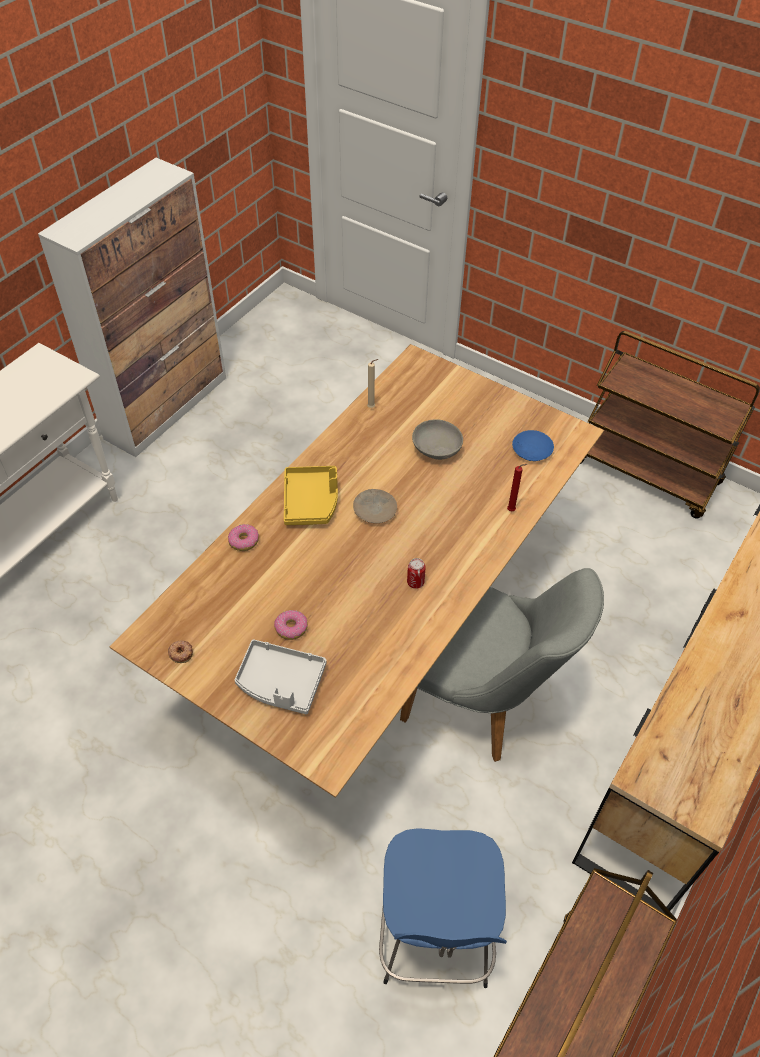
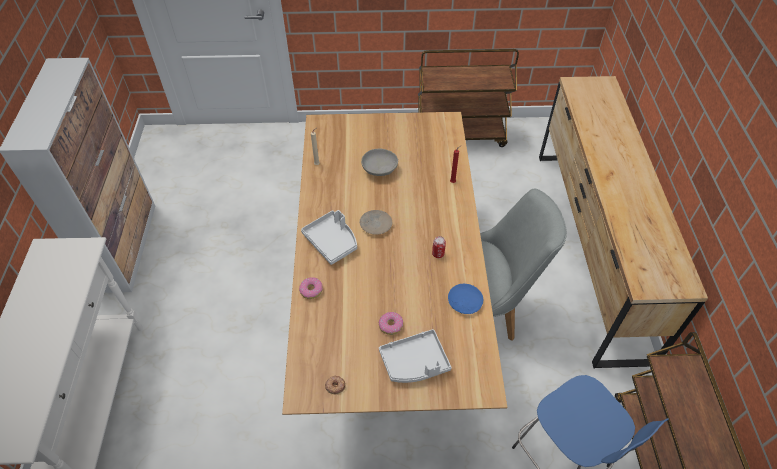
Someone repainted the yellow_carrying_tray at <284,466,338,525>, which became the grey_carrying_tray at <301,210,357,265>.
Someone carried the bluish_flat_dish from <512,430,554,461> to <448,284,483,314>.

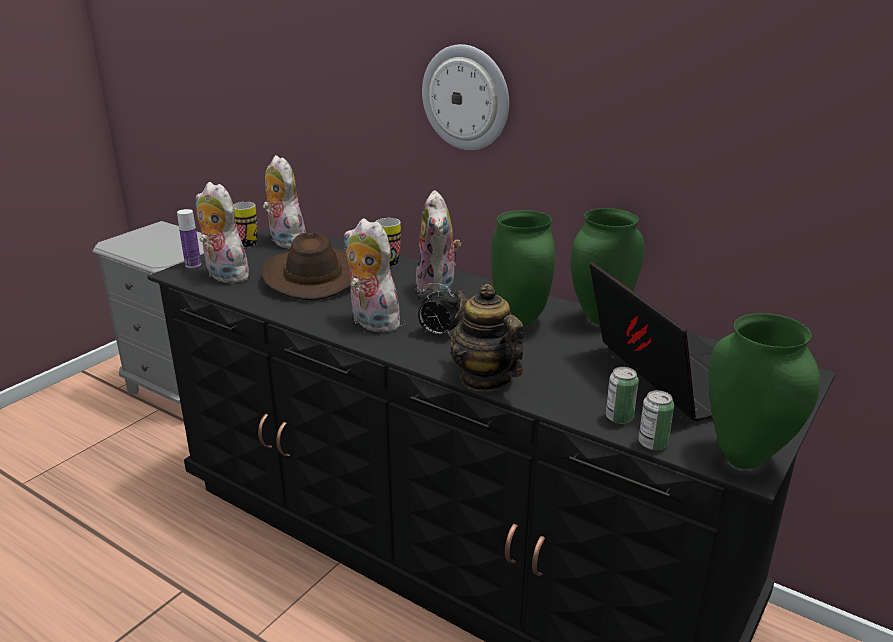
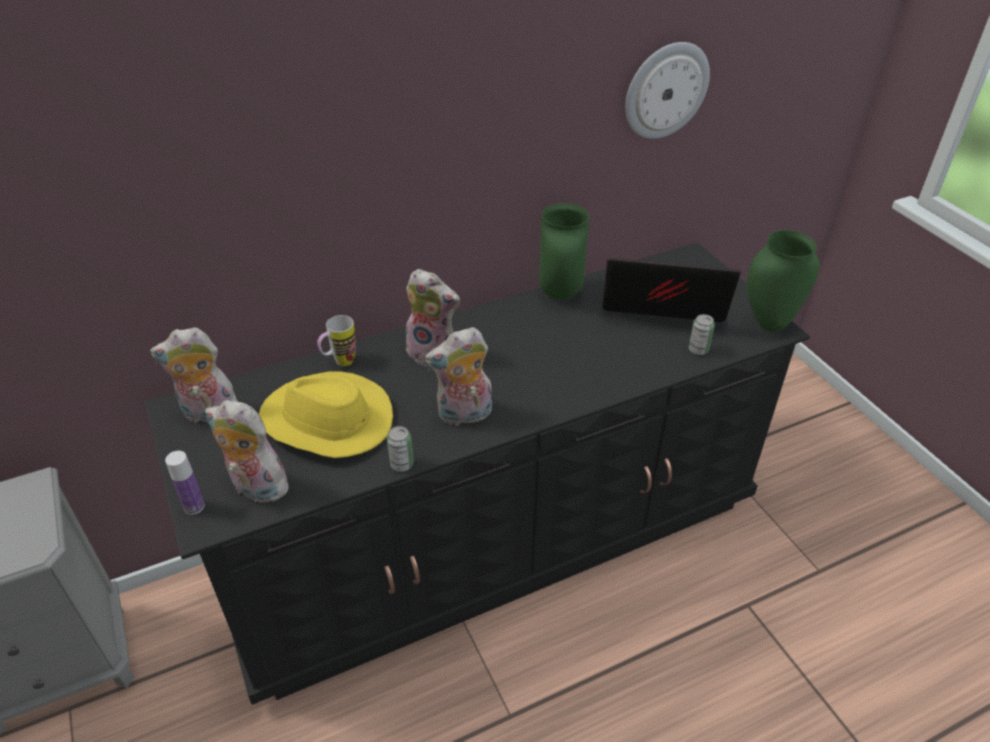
Someone rotated the plush_toy at <196,182,249,283> by 45 degrees clockwise.
Someone repainted the brownish_hat at <262,232,351,301>, which became the yellow_hat at <259,371,393,458>.
Someone carried the sealed_can from <639,390,674,450> to <387,426,414,472>.
Someone carried the wall_clock from <422,44,509,150> to <625,42,710,139>.
Someone took away the tea_mug at <233,202,257,248>.
Someone took away the table_clock at <418,283,459,337>.
Someone took away the tea_pot at <450,284,524,391>.
Someone took away the green-coloured_decorative_vase at <491,210,555,327>.

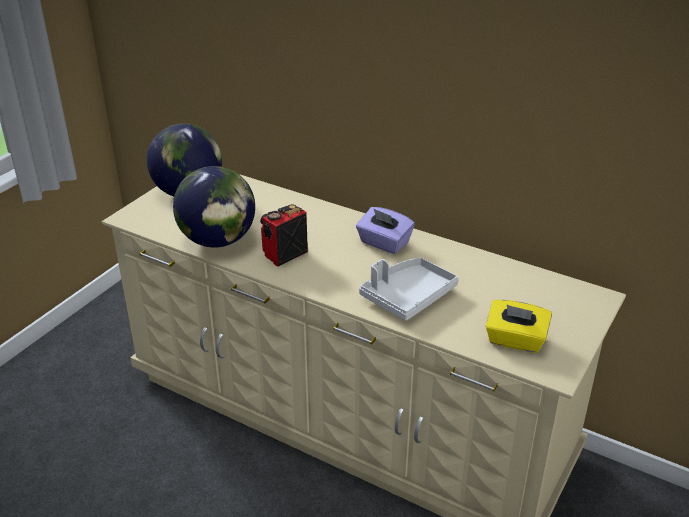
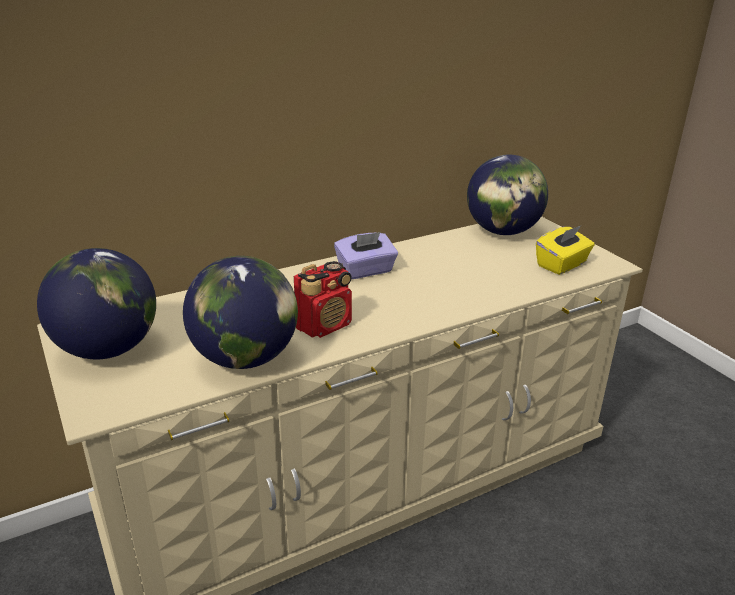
Someone rotated the radio_receiver at <260,204,308,267> by 120 degrees counterclockwise.
Someone put down the world_globe at <467,155,548,235>.
Someone took away the grey_carrying_tray at <359,257,459,321>.

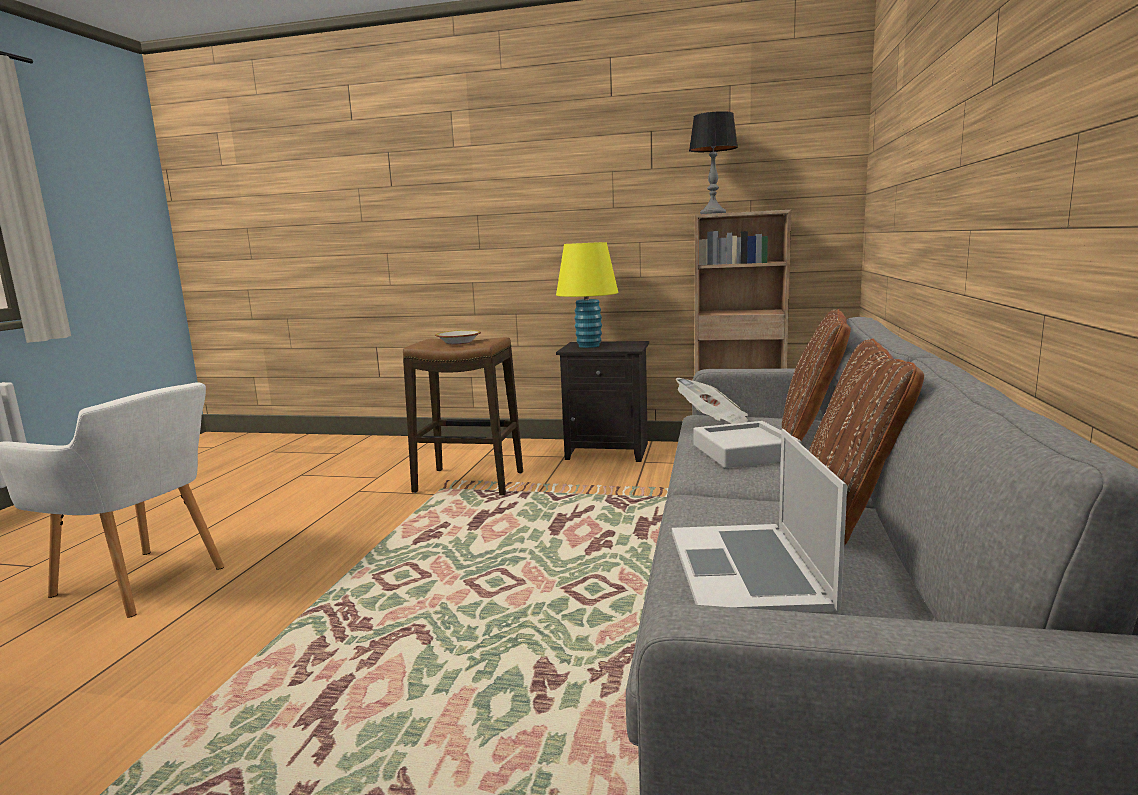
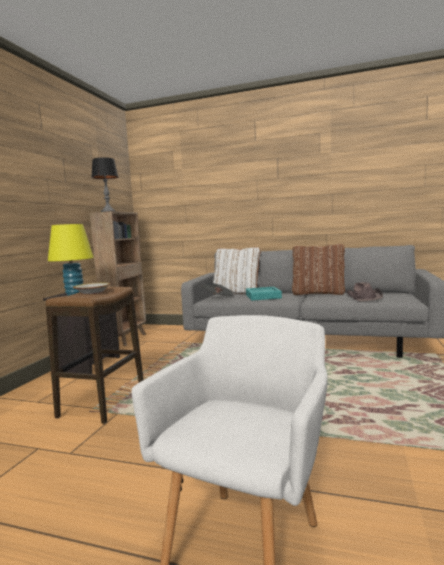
Someone repainted the brownish_pillow at <782,309,851,442>, which became the white_pillow at <213,247,261,294>.
Someone repainted the grey_carrying_tray at <693,421,801,468>, which became the blue-green_carrying_tray at <246,287,282,301>.
Someone swapped the laptop at <672,429,847,612> for the brownish_hat at <346,282,383,301>.

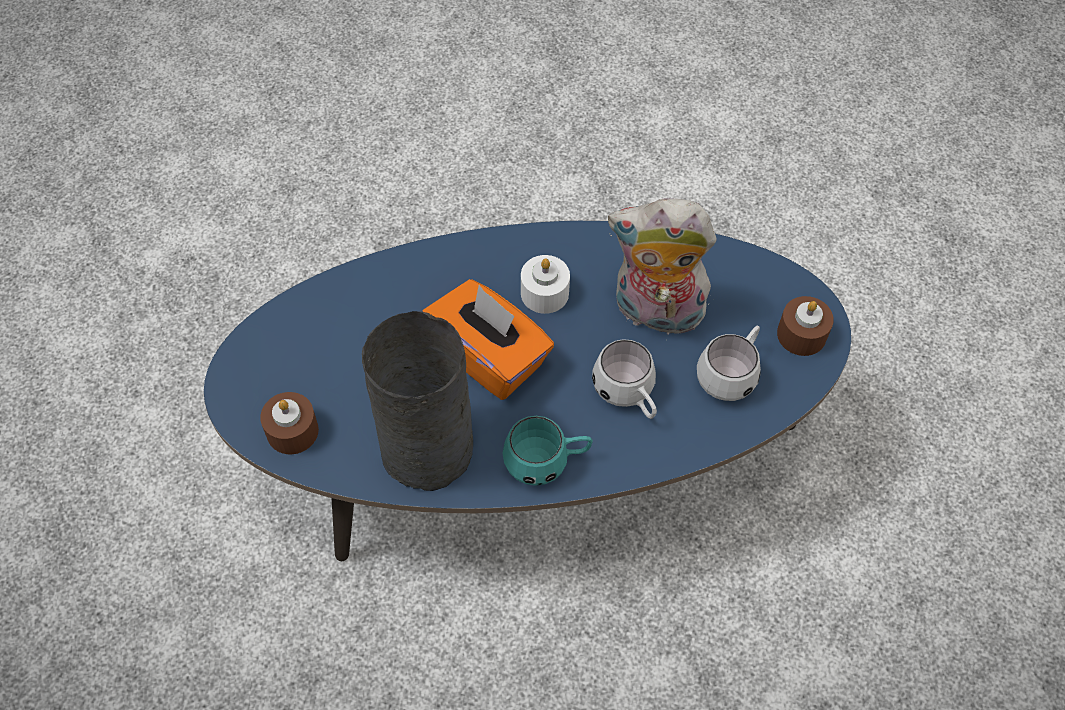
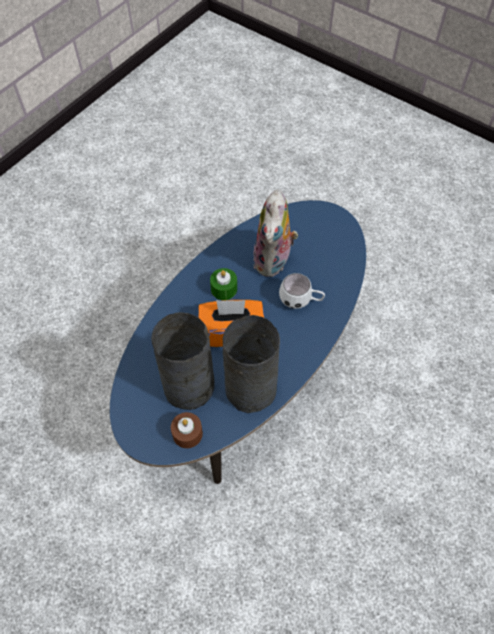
Someone put down the grey_decorative_vase at <151,312,215,410>.
Someone repainted the white_wax_candle at <521,255,570,314>, which became the green-coloured_wax_candle at <210,268,237,300>.
Someone rotated the plush_toy at <608,198,716,335> by 45 degrees counterclockwise.
Someone took away the blue-green_tea_mug at <503,416,593,486>.
Someone took away the white_tea_mug at <697,326,761,401>.
Someone took away the brownish_wax_candle at <777,296,834,356>.

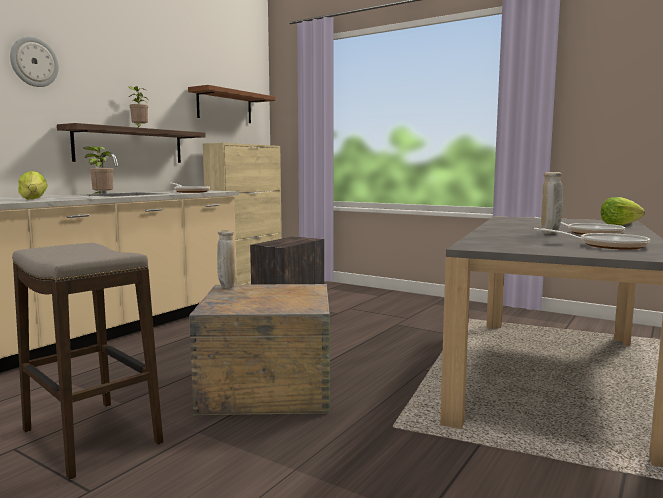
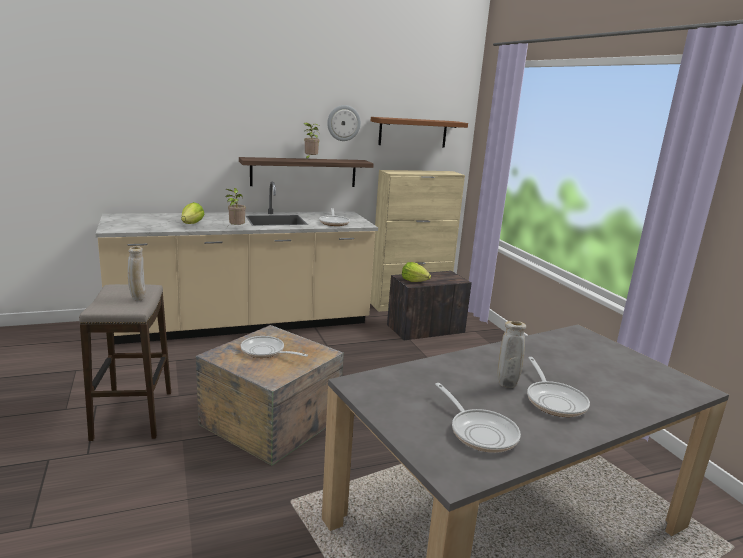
Someone carried the beige-coloured_decorative_vase from <217,230,236,288> to <128,246,145,301>.
Someone put down the frying_pan at <241,336,308,358>.
Someone carried the wall_clock from <10,36,59,87> to <327,105,361,141>.
Someone carried the lettuce_head from <600,197,645,225> to <402,262,431,282>.

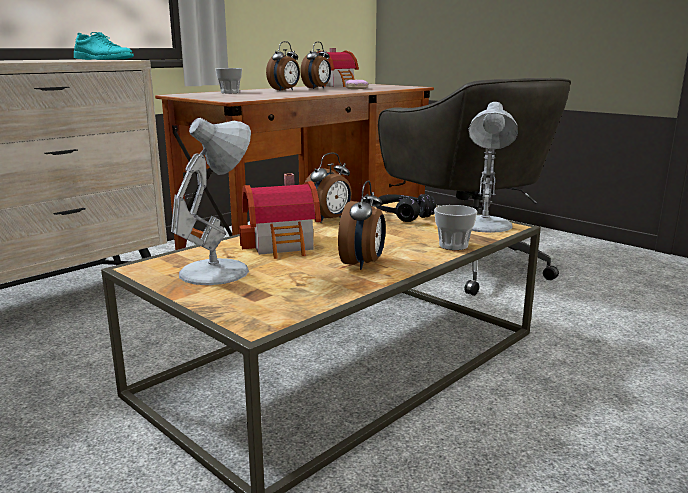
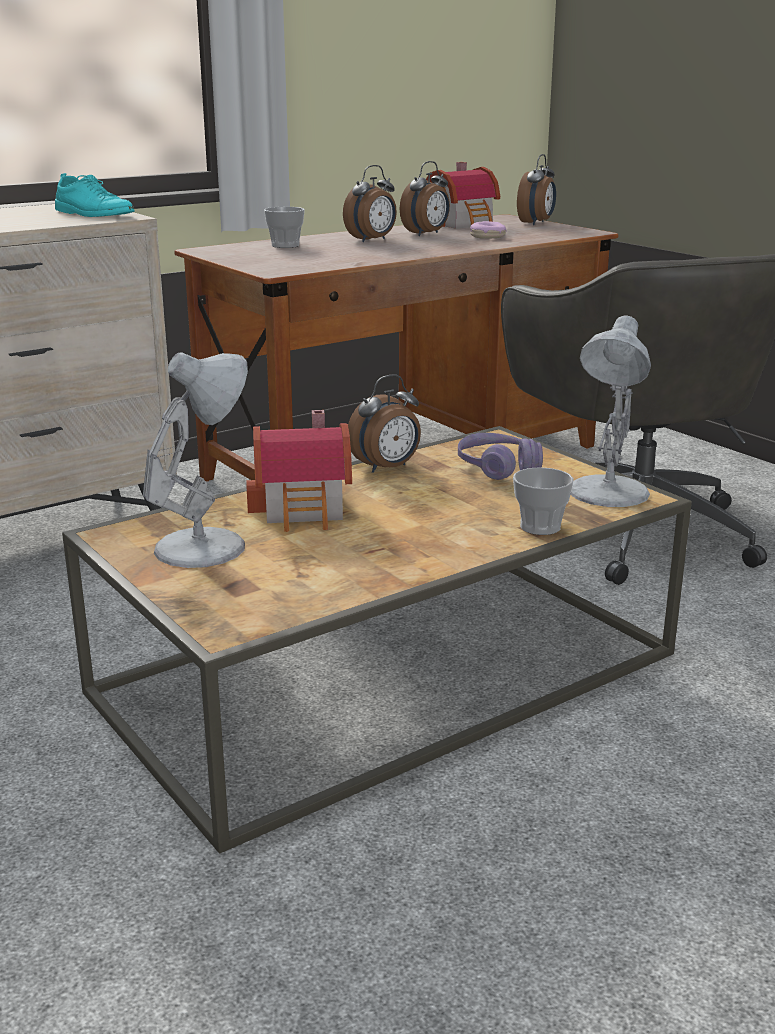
Someone repainted the blackish_headset at <376,194,436,222>, which became the purple-coloured_headset at <458,433,543,480>.
Someone carried the table_clock from <338,181,386,270> to <517,154,556,225>.

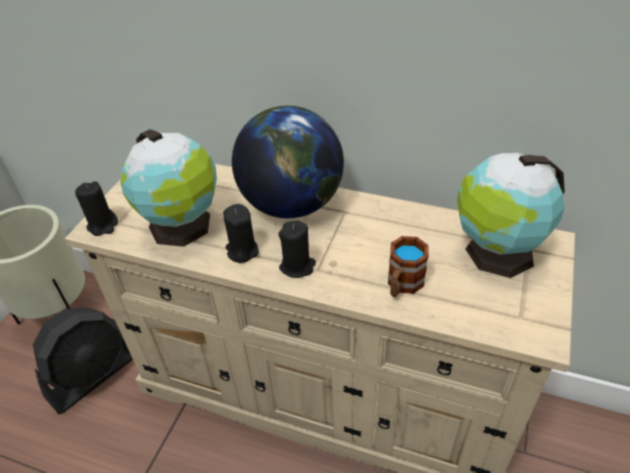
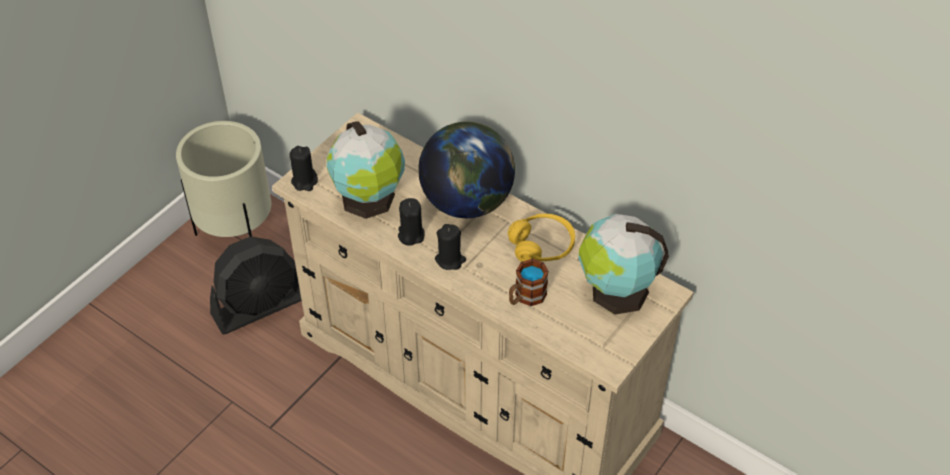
Someone put down the yellow_headset at <508,214,575,262>.

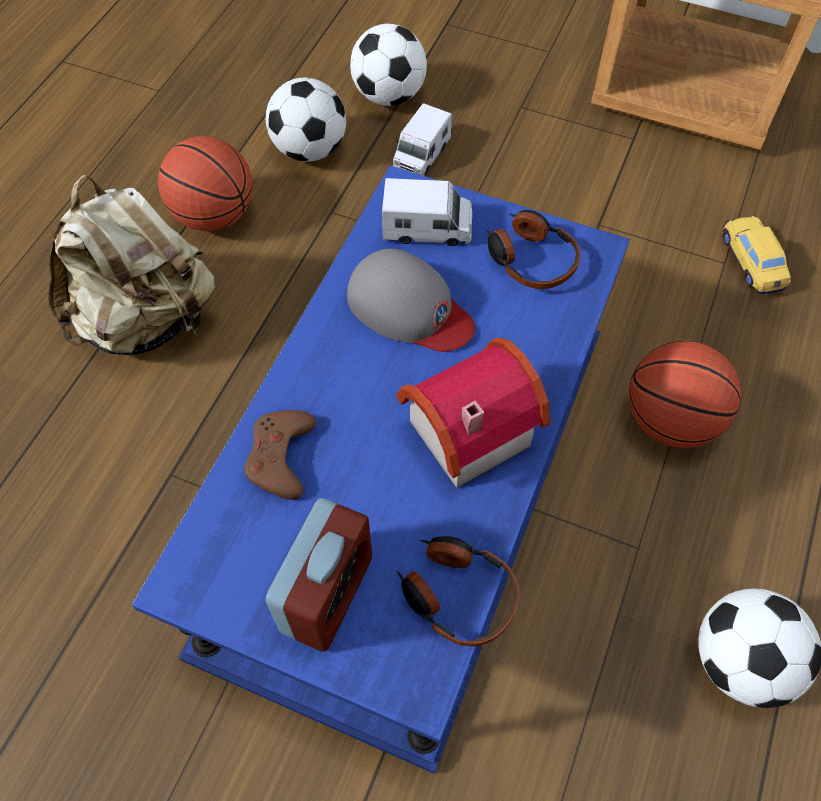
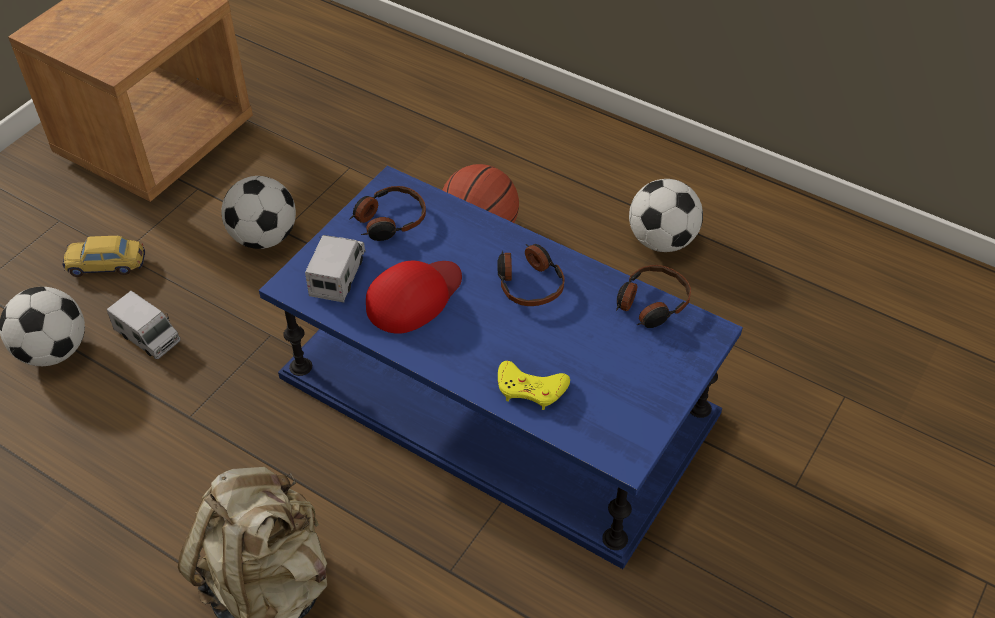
Someone carried the model_car from <722,215,791,294> to <62,236,145,277>.
Someone carried the football_ball from <266,78,346,162> to <221,176,296,249>.
Someone repainted the grey_peaked_cap at <347,249,475,352>, which became the reddish_peaked_cap at <366,261,462,334>.
Someone swapped the miniature_house at <396,337,550,488> for the headset at <497,244,565,306>.
Someone repainted the brownish_game_controller at <244,410,316,500>, which became the yellow_game_controller at <498,361,570,410>.
Someone took away the basketball at <158,136,253,231>.
Someone took away the table_clock at <266,498,372,652>.

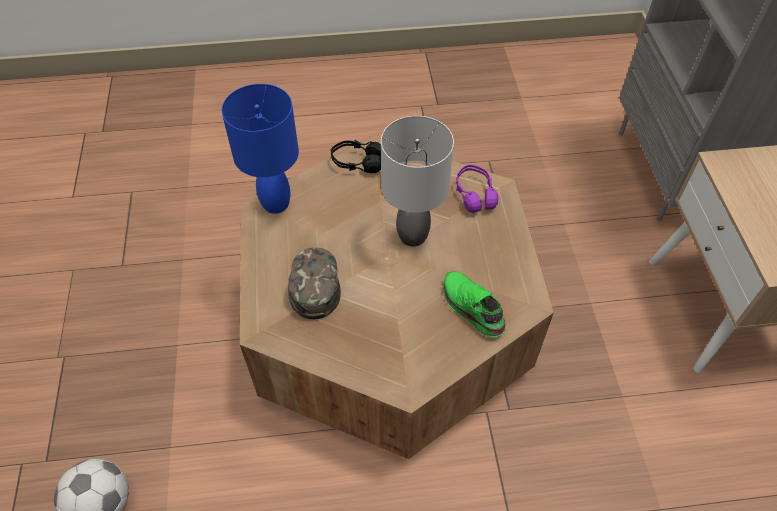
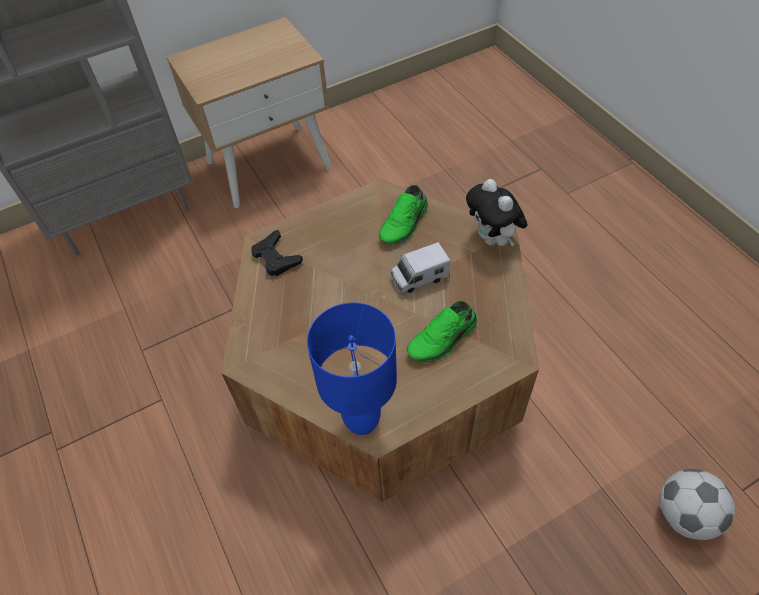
Someone swapped the purple-coloured_headset at <456,165,498,213> for the blackish_game_controller at <251,230,303,276>.
Someone put down the toy_lorry at <390,242,450,294>.
Someone swapped the green-coloured_peaked_cap at <288,247,341,320> for the green-coloured_low_shoe at <407,301,478,363>.
Someone put down the plush_toy at <466,179,527,247>.
Someone took away the blackish_headset at <331,140,381,173>.
Someone took away the grey_tabletop_lamp at <381,116,454,247>.

